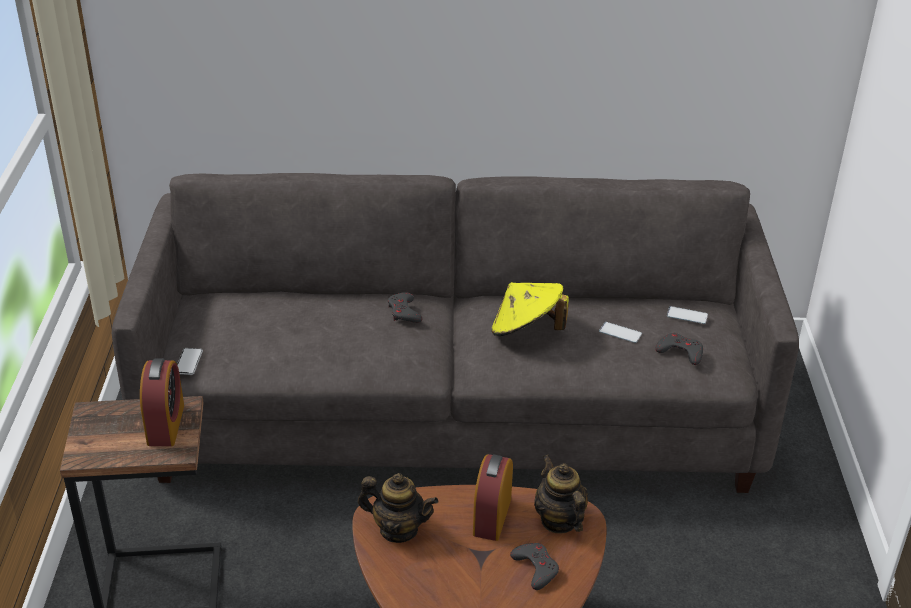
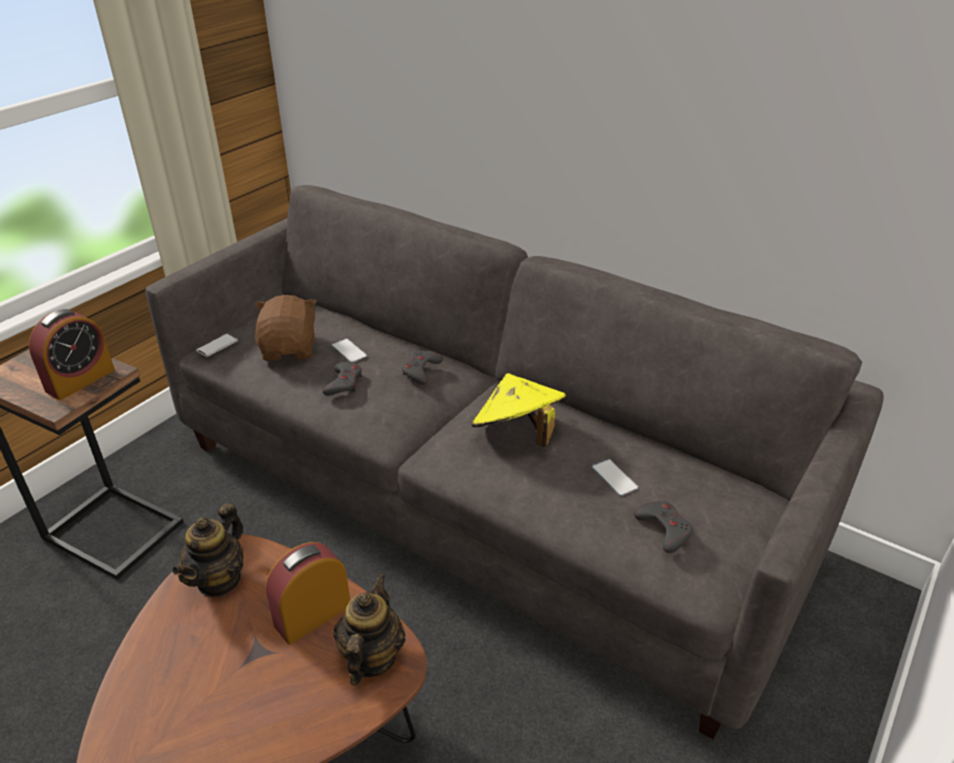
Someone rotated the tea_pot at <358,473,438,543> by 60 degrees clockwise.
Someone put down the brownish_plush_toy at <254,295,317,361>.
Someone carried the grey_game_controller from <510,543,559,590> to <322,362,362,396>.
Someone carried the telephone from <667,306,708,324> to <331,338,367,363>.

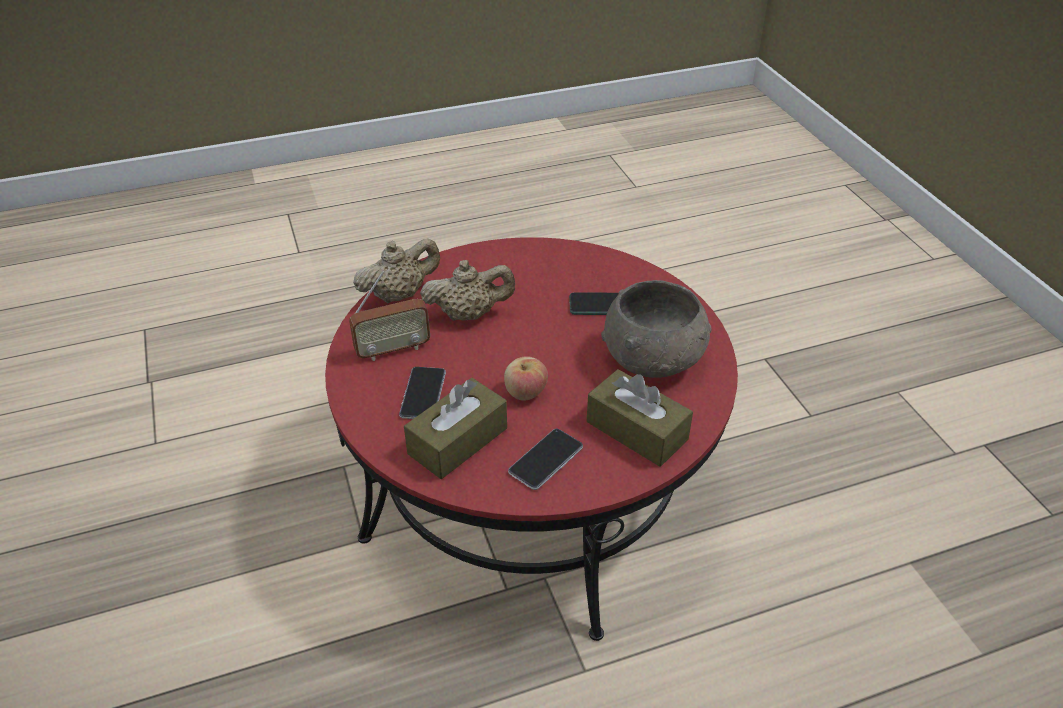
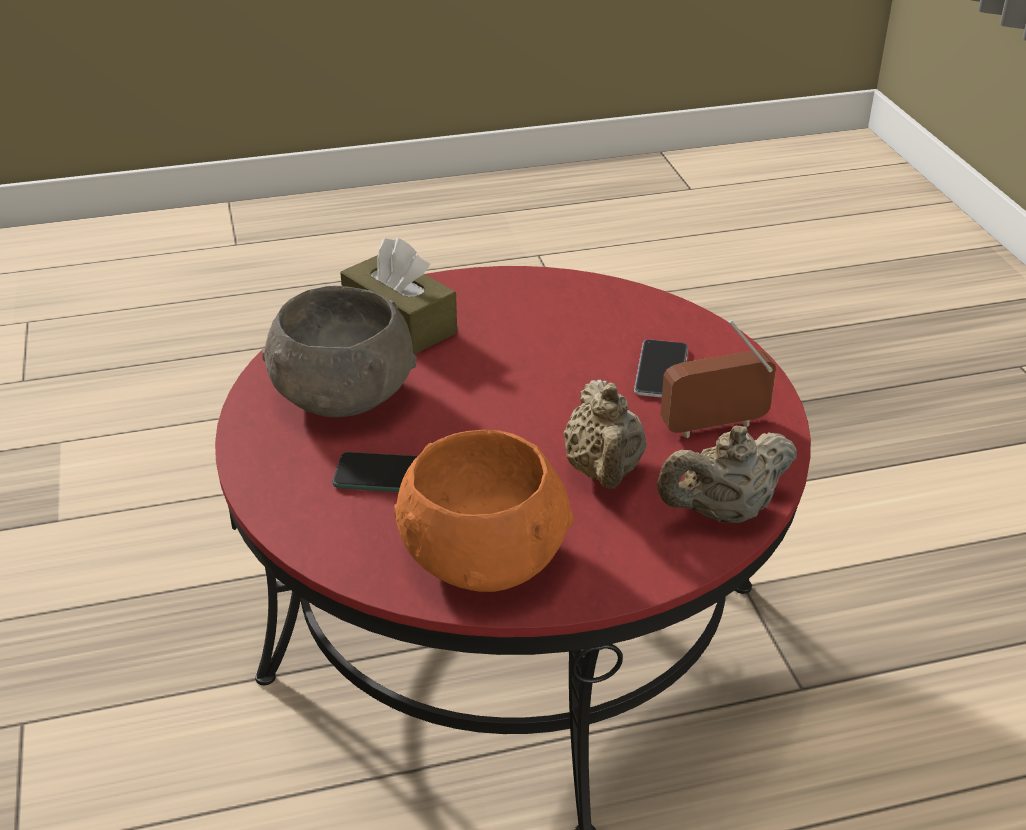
Someone put down the orange-coloured_bowl at <394,430,574,592>.
Someone rotated the beige-coloured_tea_pot at <420,260,515,321> by 90 degrees counterclockwise.
Someone took away the brownish_tissue_holder at <404,378,507,479>.
Someone took away the apple_fruit at <504,356,548,400>.
Someone took away the telephone at <508,429,583,490>.

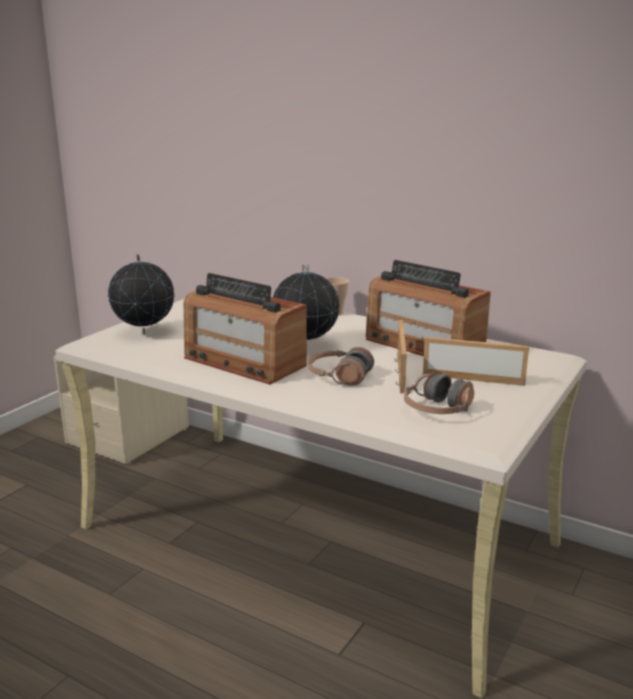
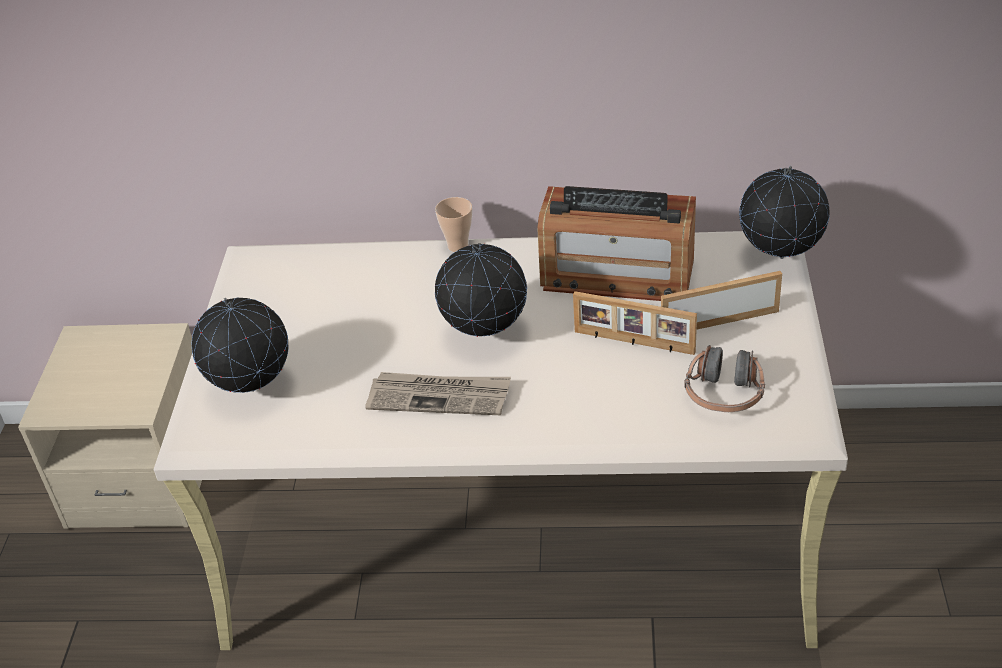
Someone swapped the radio_receiver at <183,273,307,385> for the newspaper at <365,372,511,415>.
Someone rotated the photo_frame at <396,320,407,393> by 45 degrees counterclockwise.
Someone put down the world_globe at <739,166,830,259>.
Someone took away the headset at <308,347,374,386>.

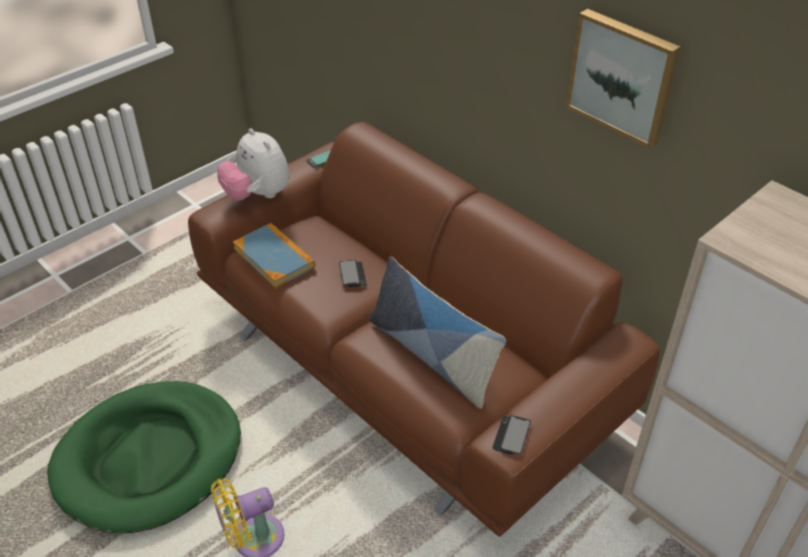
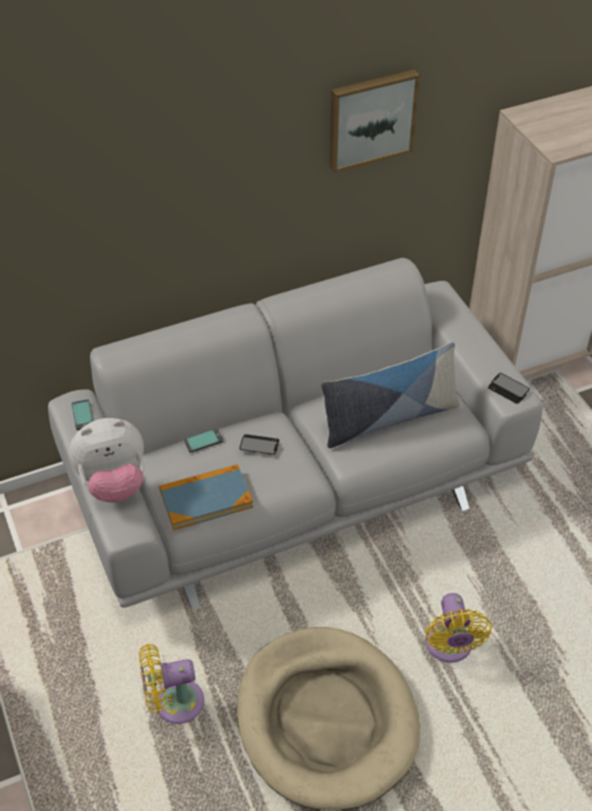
Someone repainted the brownish_settee at <188,122,660,537>, which became the grey_settee at <48,258,543,610>.
Someone put down the yellow_fan at <139,644,204,724>.
Someone put down the telephone at <184,429,223,453>.
Someone repainted the green-coloured_dog_bed at <47,381,241,533>, which became the beige-coloured_dog_bed at <237,627,420,811>.

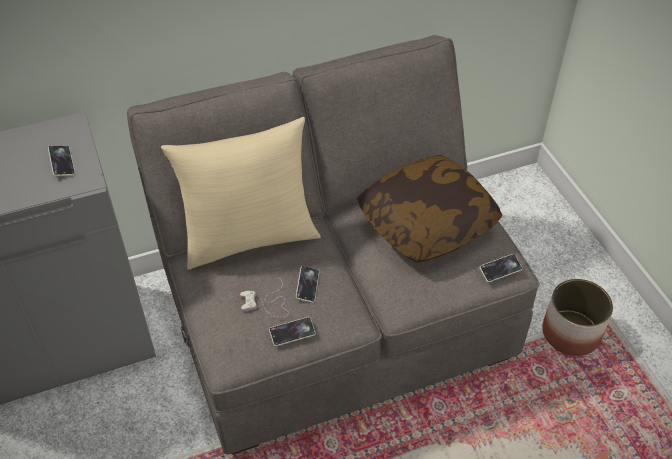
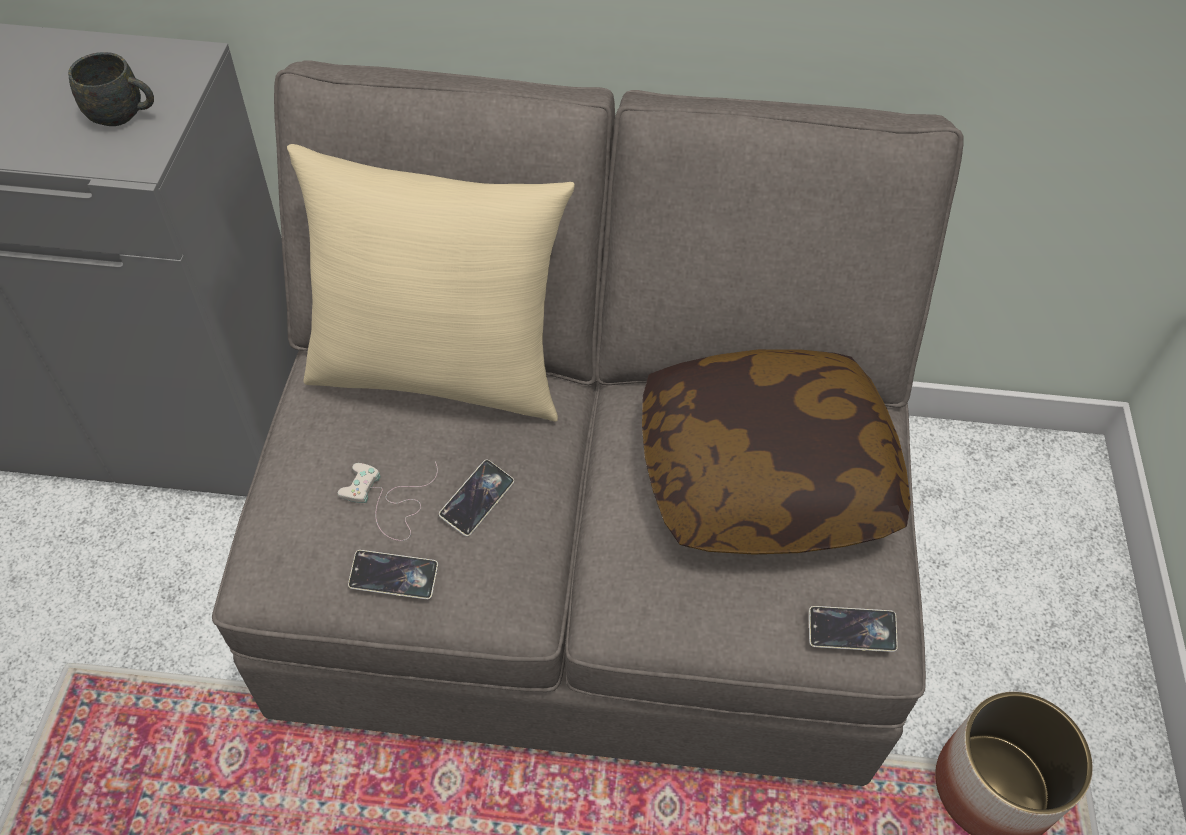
Someone swapped the telephone at <48,146,75,176> for the grey_tea_mug at <68,52,154,126>.

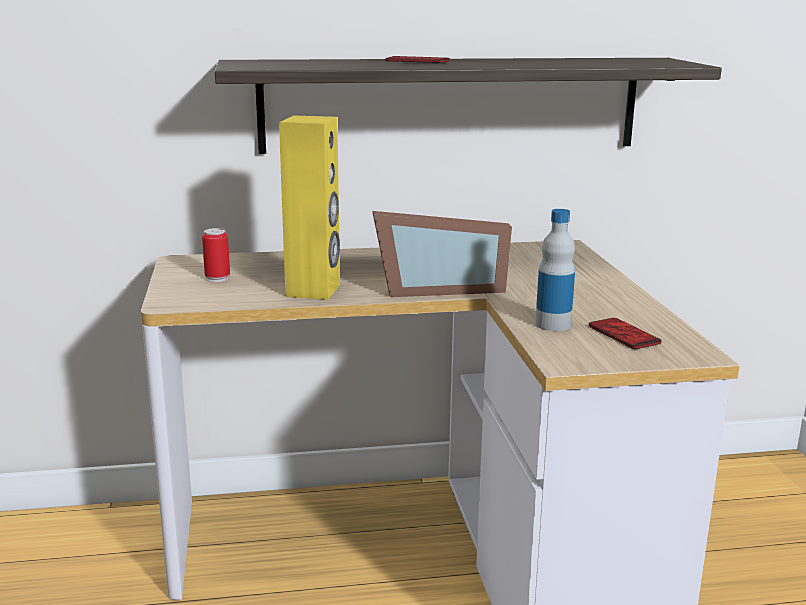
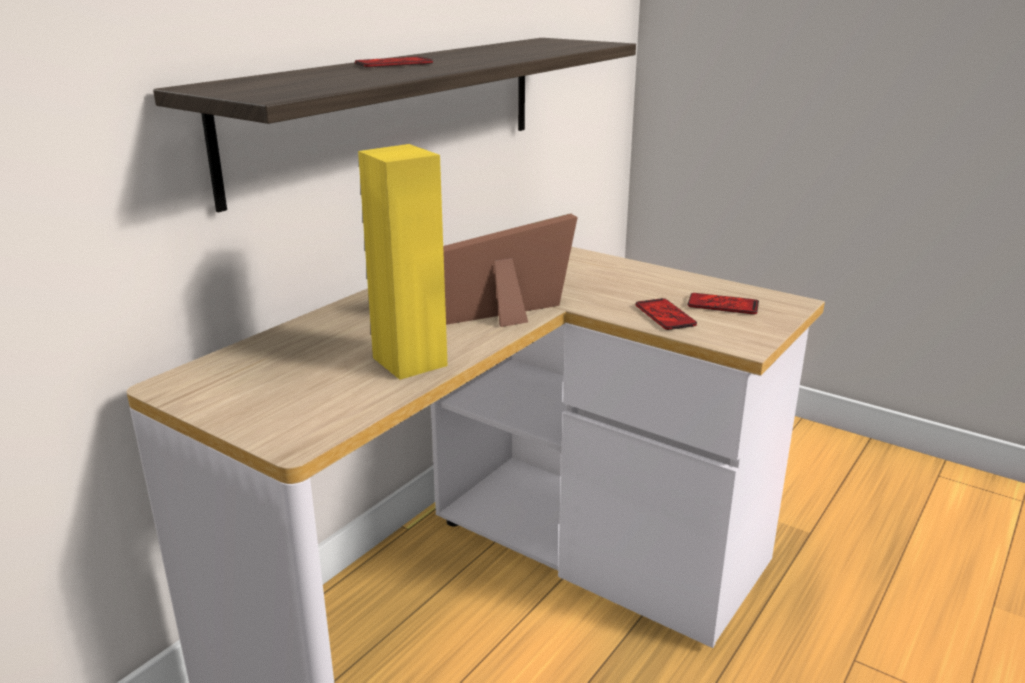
Someone rotated the photo_frame at <372,211,512,297> by 150 degrees counterclockwise.
Someone swapped the drink_bottle at <535,209,575,331> for the telephone at <636,298,697,330>.
Someone took away the sealed_can at <202,228,230,282>.

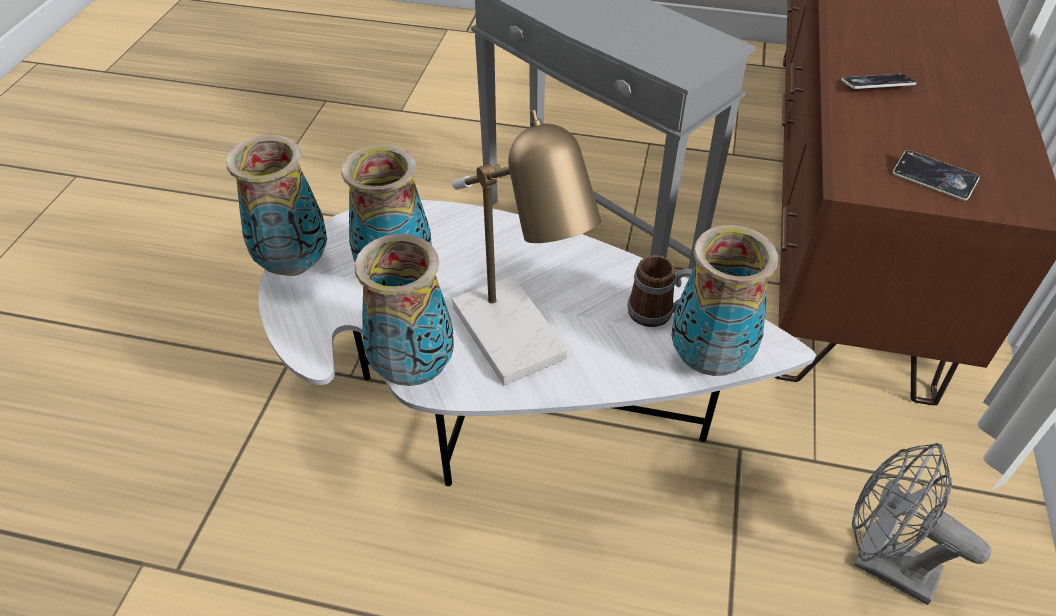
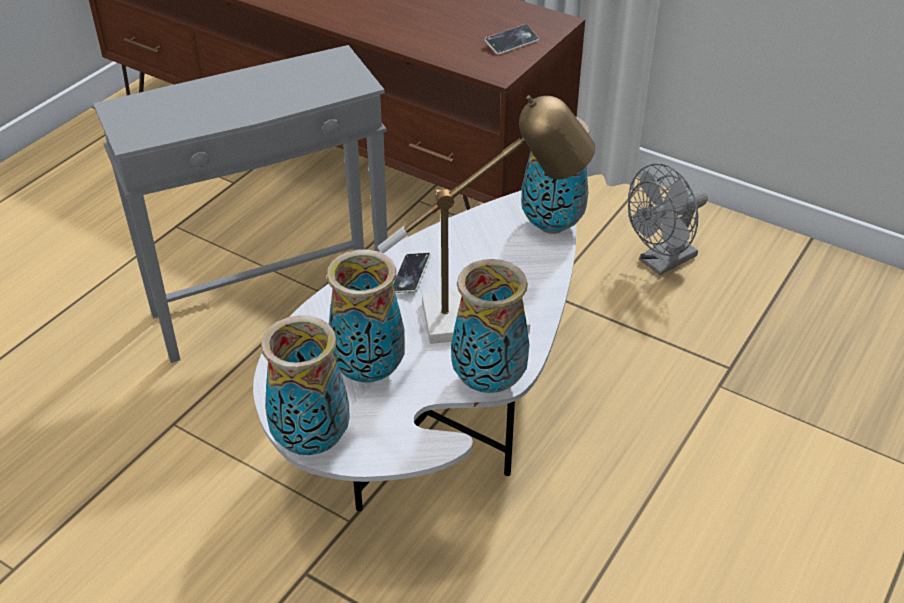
Someone carried the telephone from <841,74,916,89> to <393,253,431,293>.
Someone took away the tea_mug at <627,255,693,327>.

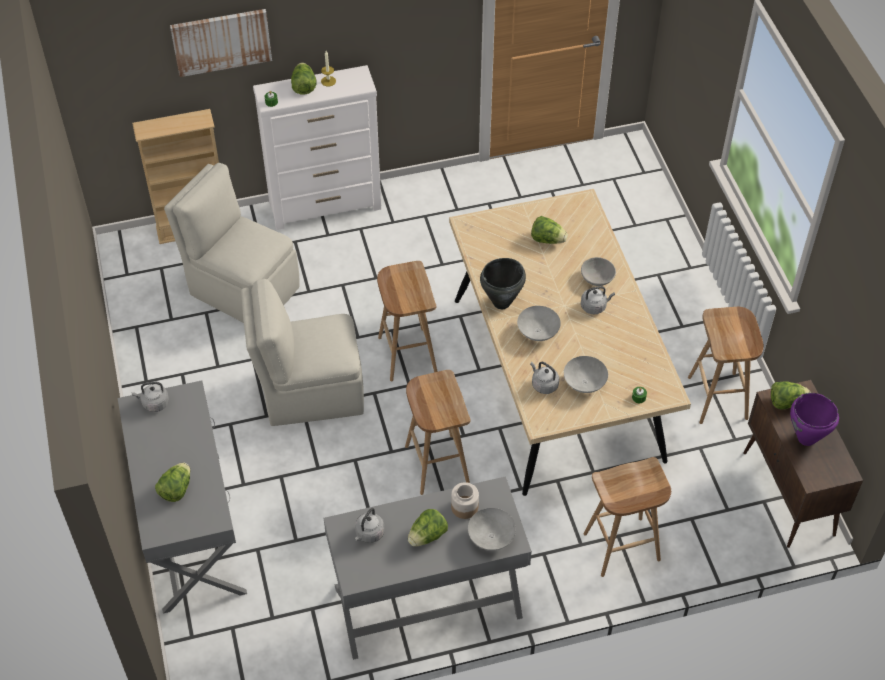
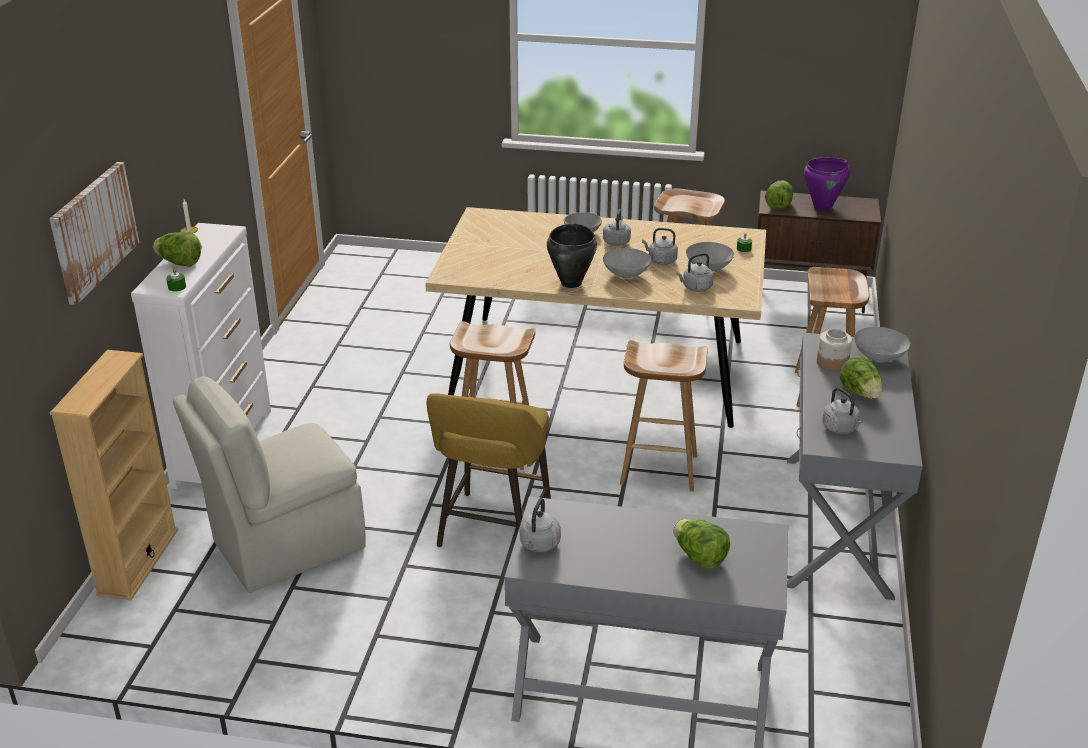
Someone swapped the beige-coloured_chair at <241,279,364,426> for the yellow_stool at <427,393,551,548>.
Someone put down the grey_kettle at <642,228,678,265>.
Someone took away the lettuce_head at <531,216,568,244>.

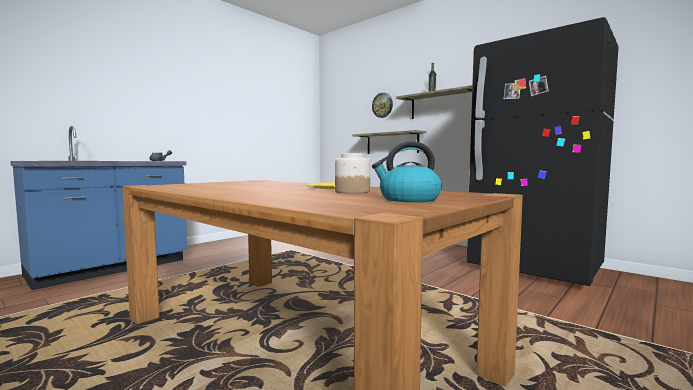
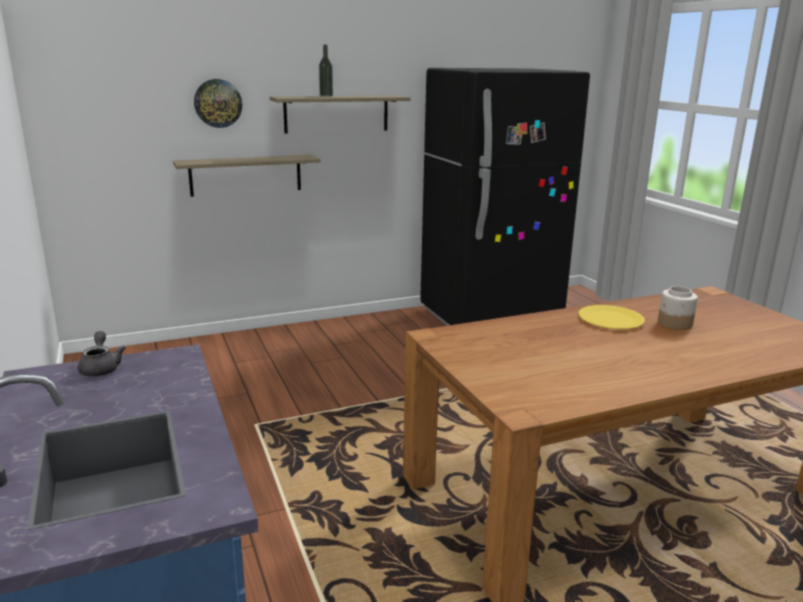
Someone took away the kettle at <372,141,442,202>.

